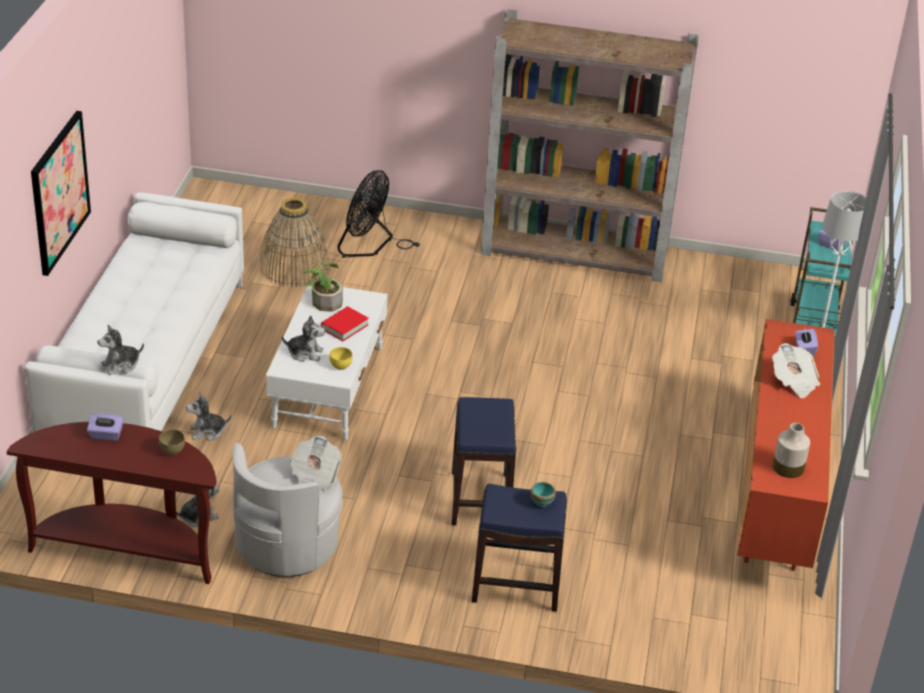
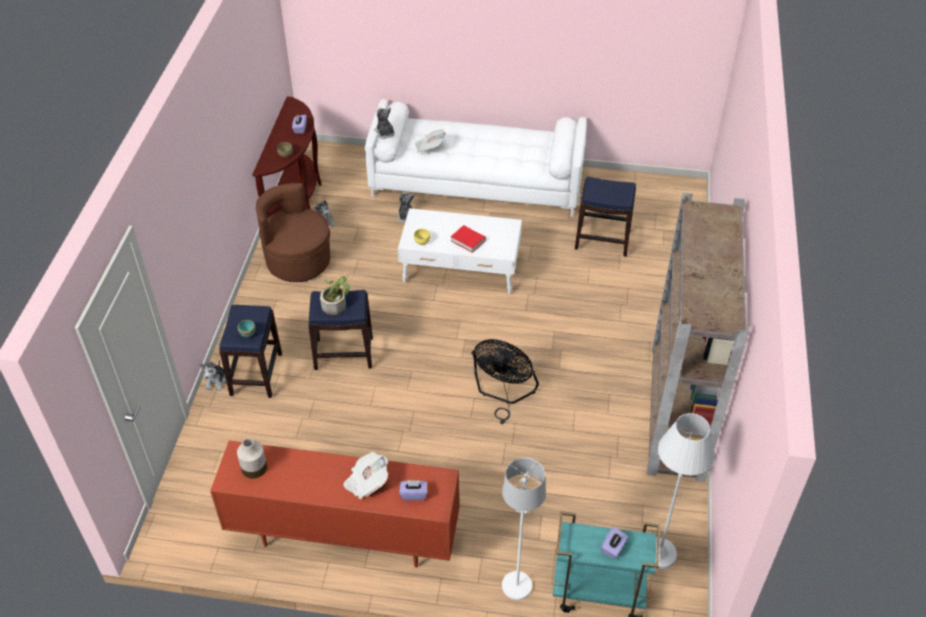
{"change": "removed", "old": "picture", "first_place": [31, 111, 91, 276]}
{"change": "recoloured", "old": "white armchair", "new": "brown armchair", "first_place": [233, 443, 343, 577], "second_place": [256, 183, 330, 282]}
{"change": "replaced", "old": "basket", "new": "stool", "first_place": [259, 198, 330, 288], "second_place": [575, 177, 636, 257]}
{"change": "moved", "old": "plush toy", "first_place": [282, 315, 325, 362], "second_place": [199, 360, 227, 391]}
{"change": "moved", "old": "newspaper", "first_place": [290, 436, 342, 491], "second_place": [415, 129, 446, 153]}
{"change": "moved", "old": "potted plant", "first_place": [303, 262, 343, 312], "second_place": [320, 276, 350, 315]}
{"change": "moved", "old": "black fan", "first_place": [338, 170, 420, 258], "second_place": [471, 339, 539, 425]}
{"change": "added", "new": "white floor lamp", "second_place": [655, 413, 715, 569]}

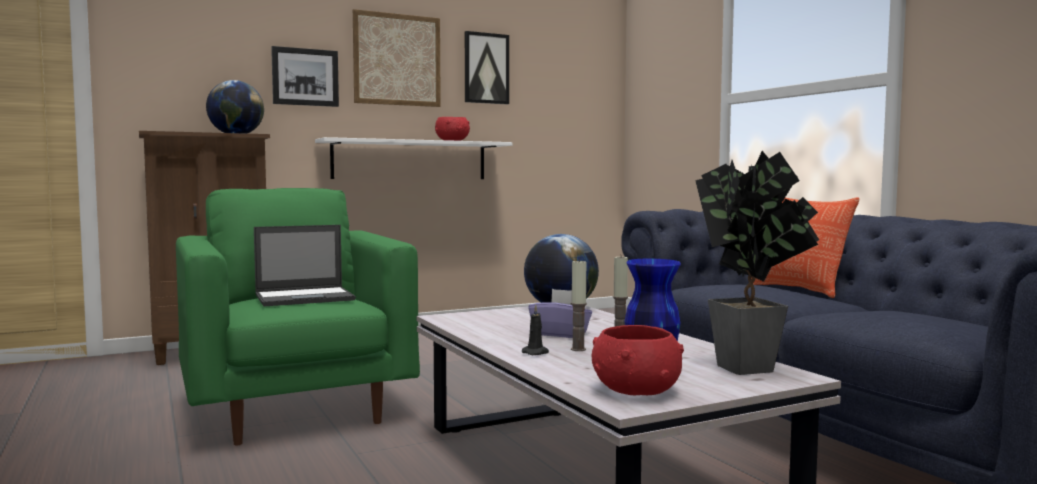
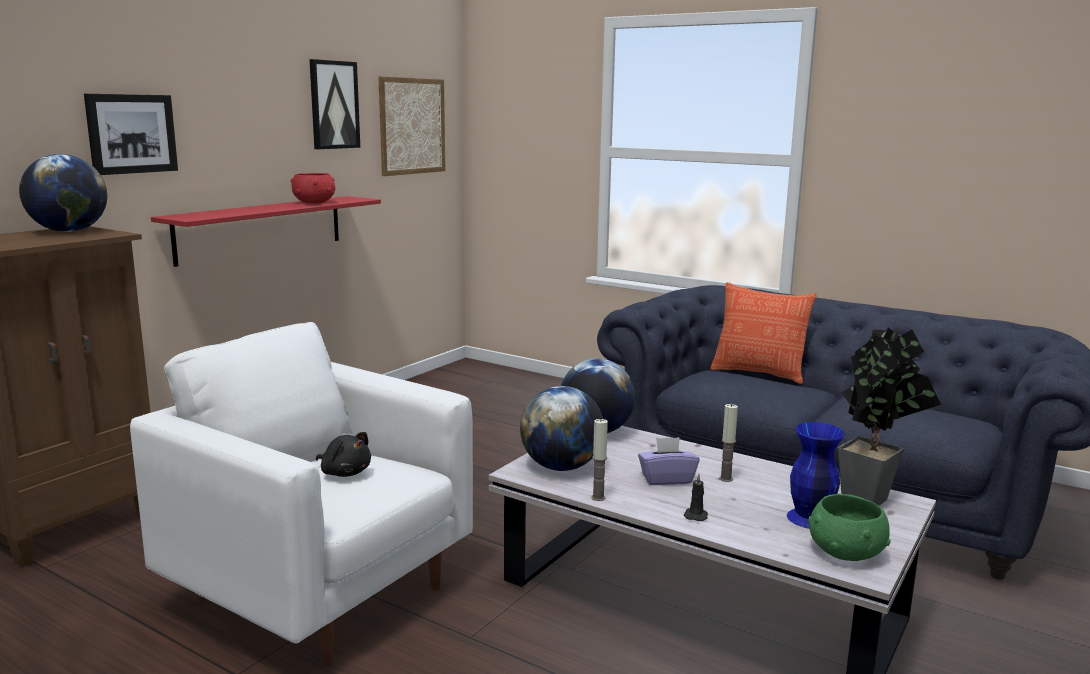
{"change": "recoloured", "old": "green armchair", "new": "white armchair", "first_place": [176, 188, 420, 445], "second_place": [130, 322, 473, 666]}
{"change": "replaced", "old": "laptop", "new": "black plush toy", "first_place": [254, 225, 356, 306], "second_place": [316, 432, 371, 477]}
{"change": "recoloured", "old": "white shelf", "new": "red shelf", "first_place": [315, 137, 512, 179], "second_place": [151, 196, 381, 267]}
{"change": "moved", "old": "picture", "first_place": [353, 9, 441, 107], "second_place": [378, 75, 446, 176]}
{"change": "moved", "old": "candle", "first_place": [571, 260, 587, 351], "second_place": [591, 419, 608, 501]}
{"change": "recoloured", "old": "red bowl", "new": "green bowl", "first_place": [592, 325, 684, 395], "second_place": [808, 494, 891, 561]}
{"change": "added", "new": "globe", "second_place": [520, 386, 603, 471]}

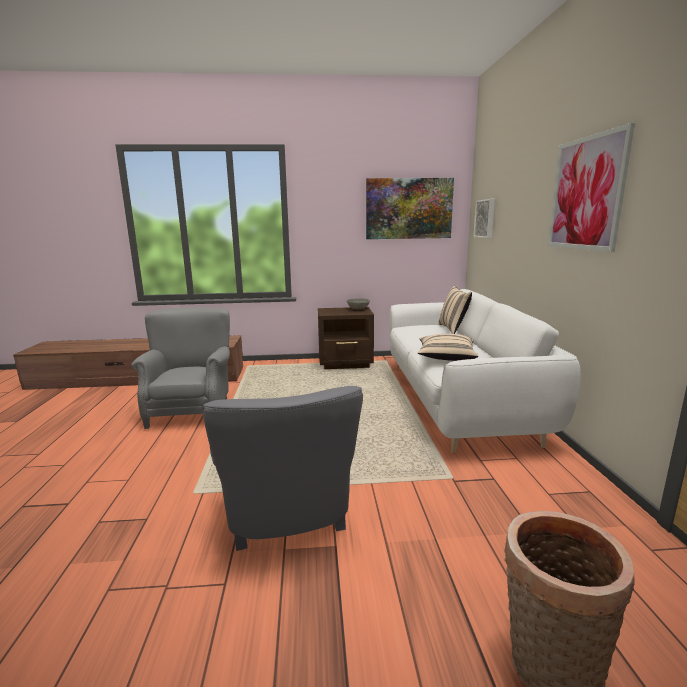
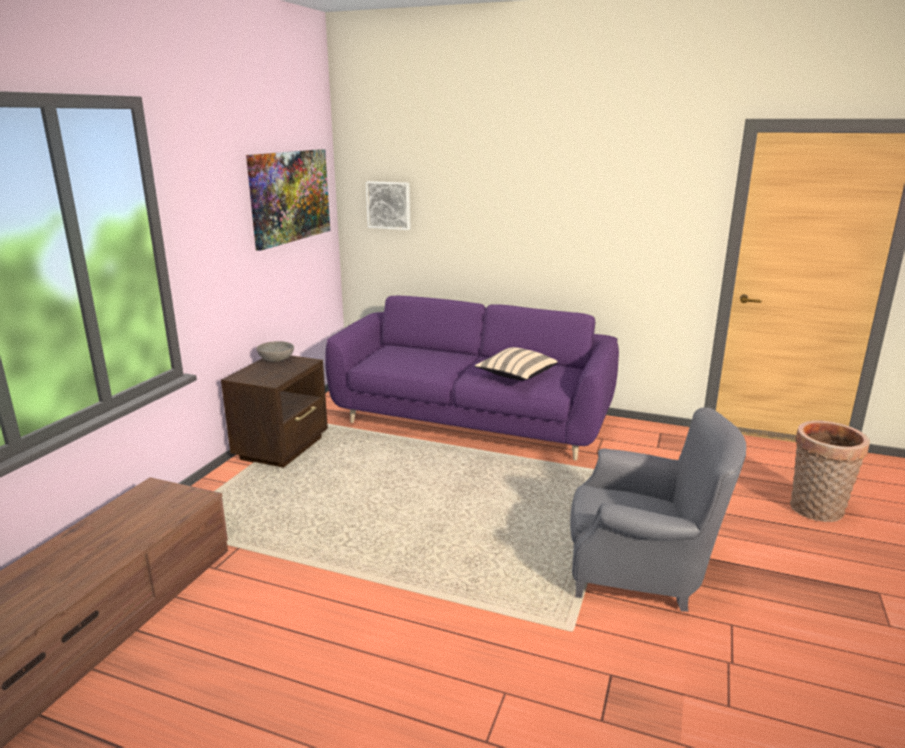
{"change": "removed", "old": "grey armchair", "first_place": [131, 307, 230, 429]}
{"change": "recoloured", "old": "white sofa", "new": "purple sofa", "first_place": [389, 289, 581, 453], "second_place": [325, 296, 619, 460]}
{"change": "removed", "old": "beige pillow", "first_place": [438, 286, 472, 334]}
{"change": "removed", "old": "picture", "first_place": [548, 123, 635, 252]}

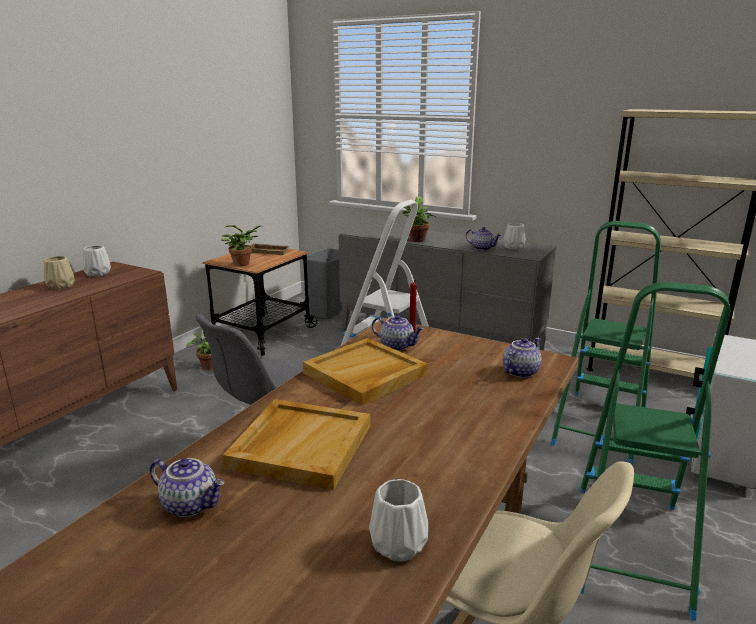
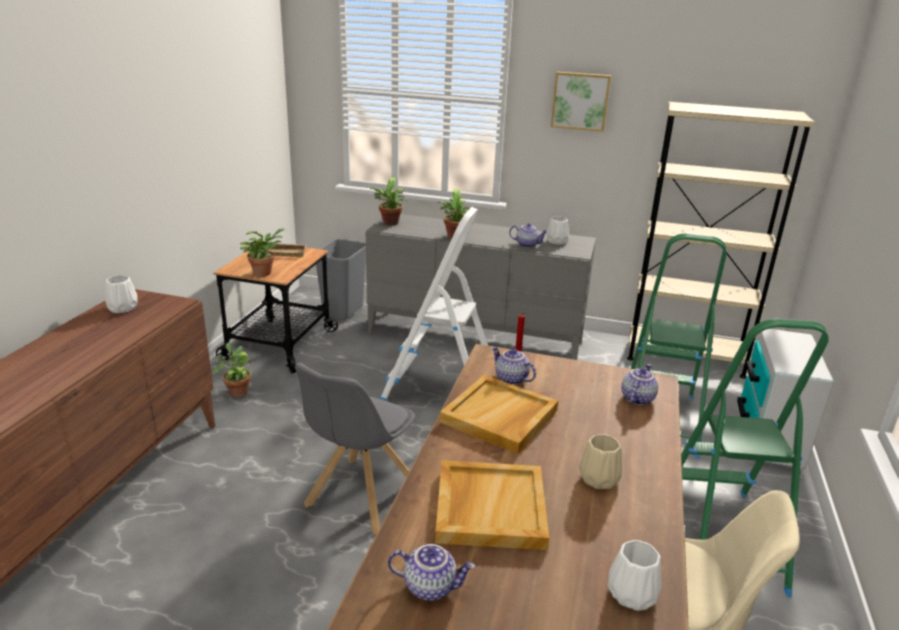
{"change": "moved", "old": "beige vase", "first_place": [44, 256, 75, 289], "second_place": [579, 434, 622, 489]}
{"change": "turned", "old": "teapot", "first_place": [372, 315, 424, 351], "second_place": [491, 347, 536, 385], "degrees": -150}
{"change": "added", "new": "potted plant", "second_place": [370, 178, 407, 225]}
{"change": "added", "new": "picture", "second_place": [551, 72, 611, 132]}

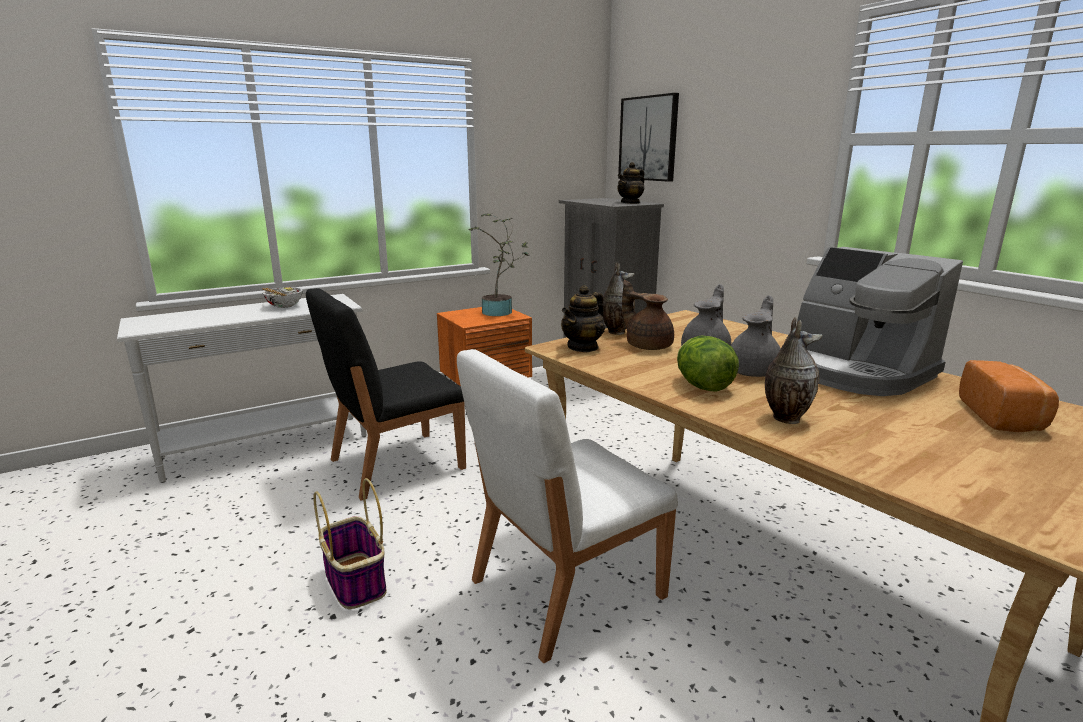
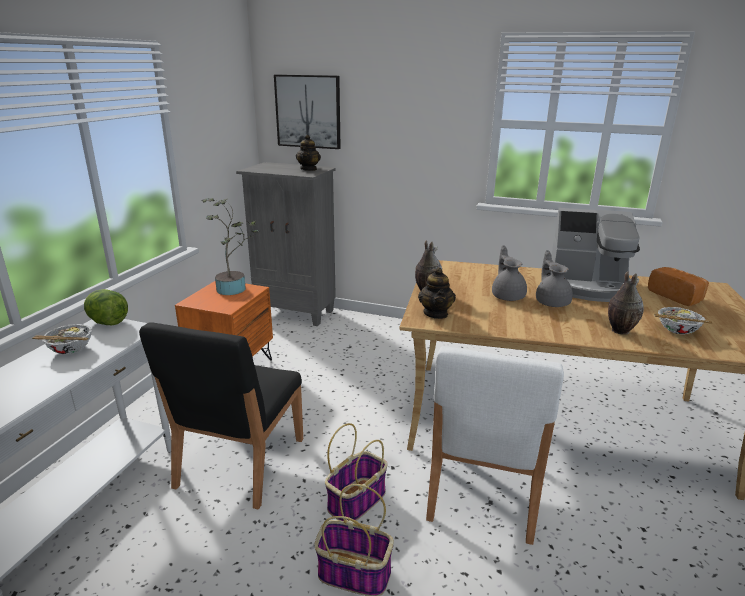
{"change": "removed", "old": "brown teapot", "first_place": [622, 280, 674, 350]}
{"change": "moved", "old": "lettuce", "first_place": [677, 336, 739, 392], "second_place": [84, 289, 128, 325]}
{"change": "added", "new": "basket", "second_place": [325, 423, 388, 521]}
{"change": "added", "new": "bowl", "second_place": [654, 307, 712, 335]}

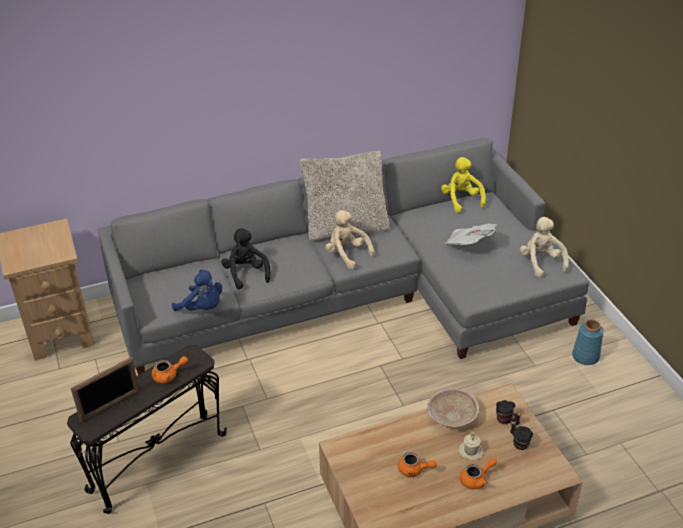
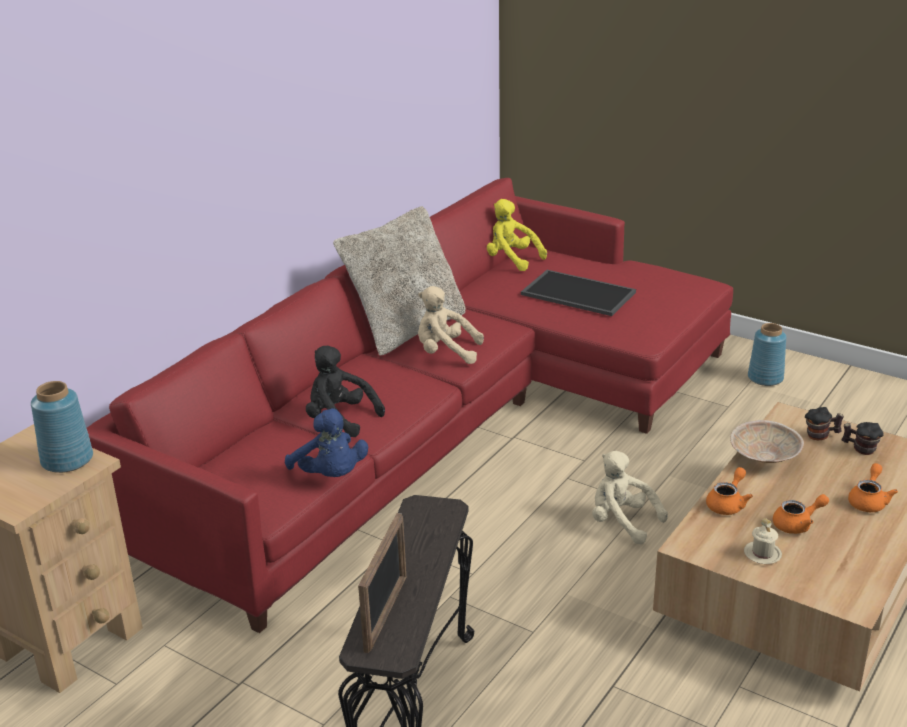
{"change": "recoloured", "old": "grey sofa", "new": "red sofa", "first_place": [98, 138, 589, 375], "second_place": [86, 178, 733, 633]}
{"change": "moved", "old": "orange teapot", "first_place": [152, 356, 188, 383], "second_place": [706, 467, 753, 515]}
{"change": "turned", "old": "blue plush toy", "first_place": [172, 270, 222, 311], "second_place": [285, 408, 368, 477], "degrees": 60}
{"change": "replaced", "old": "newspaper", "new": "tray", "first_place": [444, 224, 497, 245], "second_place": [521, 270, 636, 316]}
{"change": "moved", "old": "beige mug", "first_place": [459, 431, 483, 460], "second_place": [744, 518, 782, 564]}
{"change": "moved", "old": "beige plush toy", "first_place": [520, 217, 569, 277], "second_place": [592, 451, 668, 544]}
{"change": "added", "new": "blue vase", "second_place": [31, 381, 93, 473]}

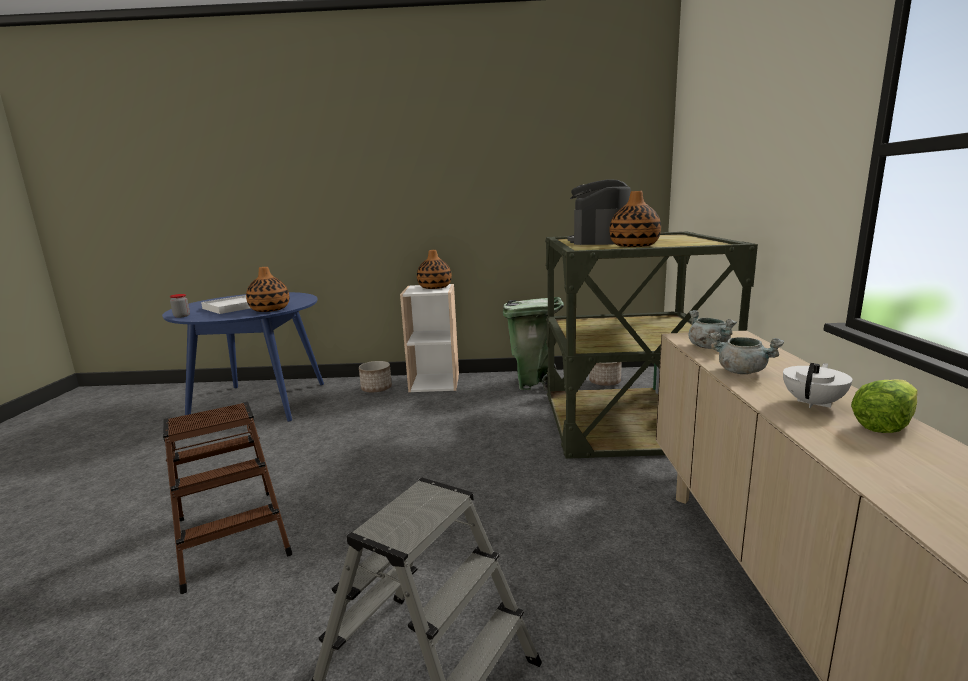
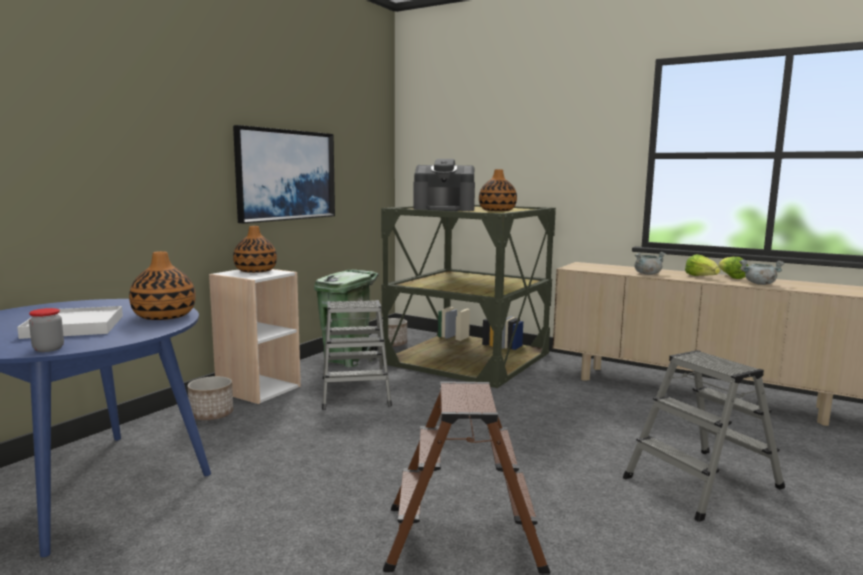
{"change": "turned", "old": "coffee machine", "first_place": [568, 179, 631, 245], "second_place": [413, 159, 475, 211], "degrees": -45}
{"change": "moved", "old": "grey cooking pot", "first_place": [689, 310, 737, 349], "second_place": [739, 260, 784, 285]}
{"change": "replaced", "old": "white teapot", "new": "lettuce", "first_place": [783, 363, 852, 408], "second_place": [685, 254, 720, 276]}
{"change": "added", "new": "picture", "second_place": [233, 125, 335, 224]}
{"change": "added", "new": "grey step ladder", "second_place": [322, 300, 392, 410]}

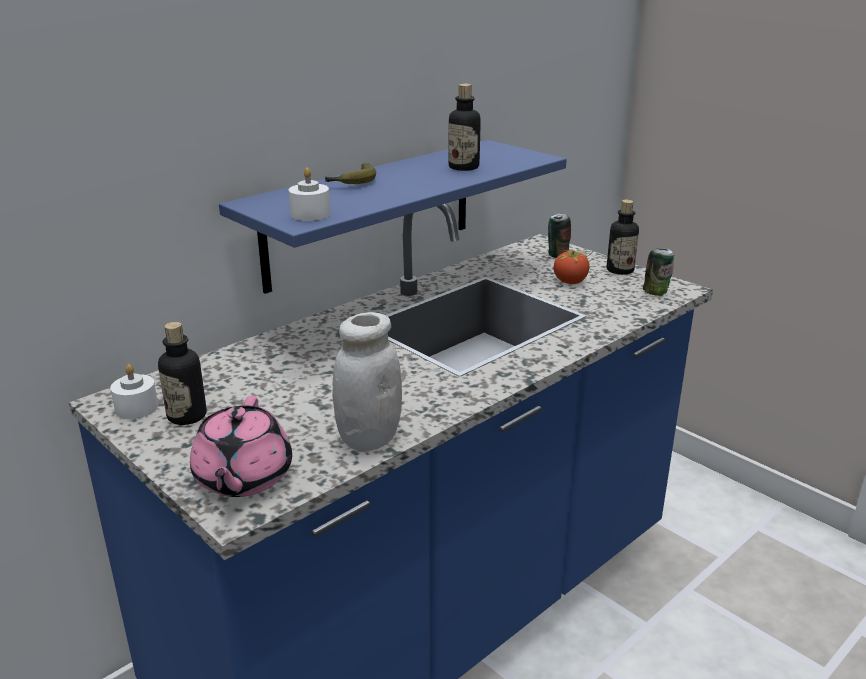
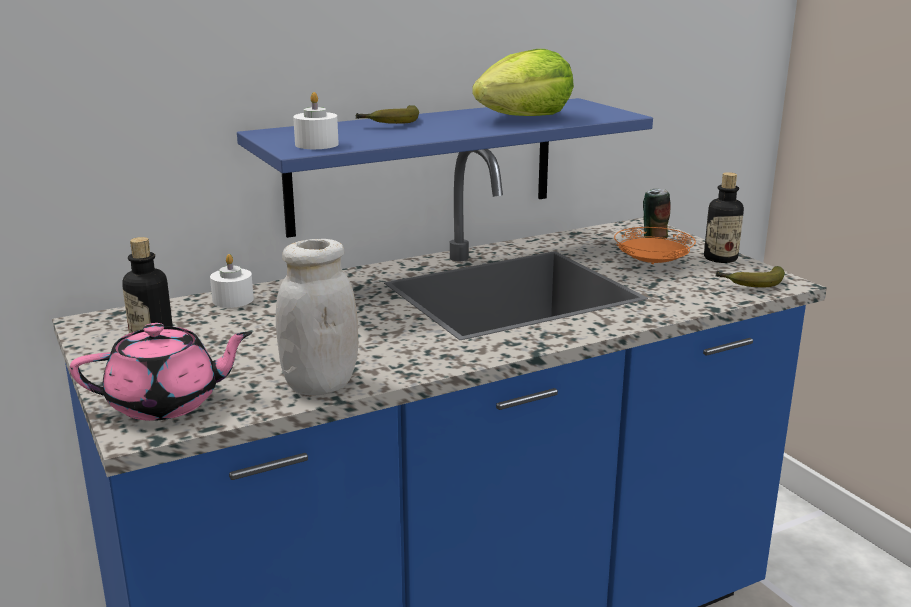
{"change": "moved", "old": "white candle", "first_place": [110, 364, 158, 419], "second_place": [210, 254, 254, 308]}
{"change": "turned", "old": "pink teapot", "first_place": [190, 396, 292, 497], "second_place": [70, 323, 252, 421], "degrees": -120}
{"change": "replaced", "old": "bottle", "new": "lettuce", "first_place": [448, 84, 481, 171], "second_place": [472, 49, 574, 116]}
{"change": "replaced", "old": "tomato", "new": "orange plate", "first_place": [554, 249, 593, 284], "second_place": [614, 227, 696, 264]}
{"change": "replaced", "old": "can", "new": "banana", "first_place": [643, 248, 674, 296], "second_place": [715, 266, 785, 287]}

